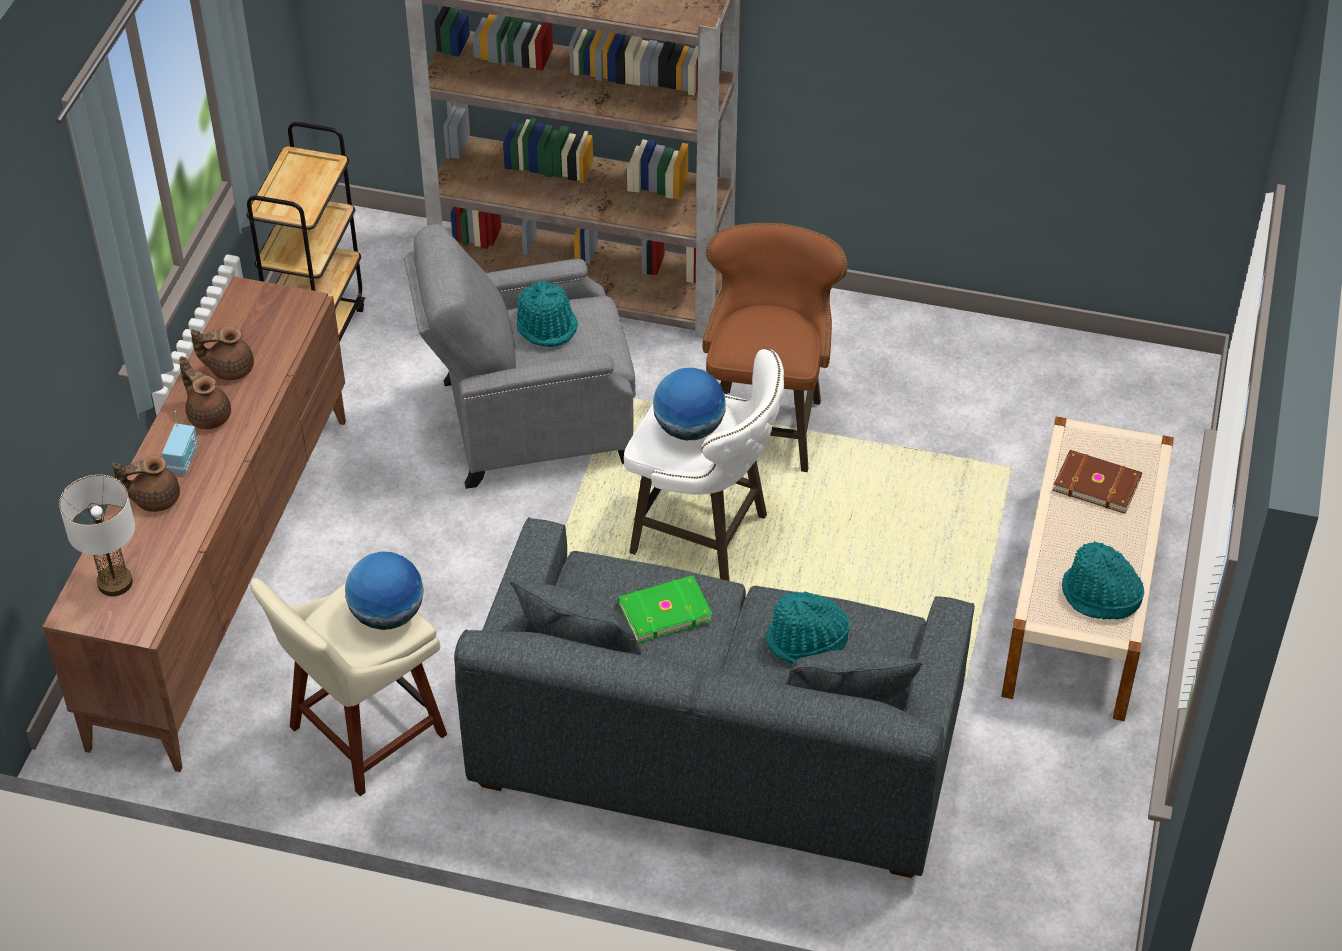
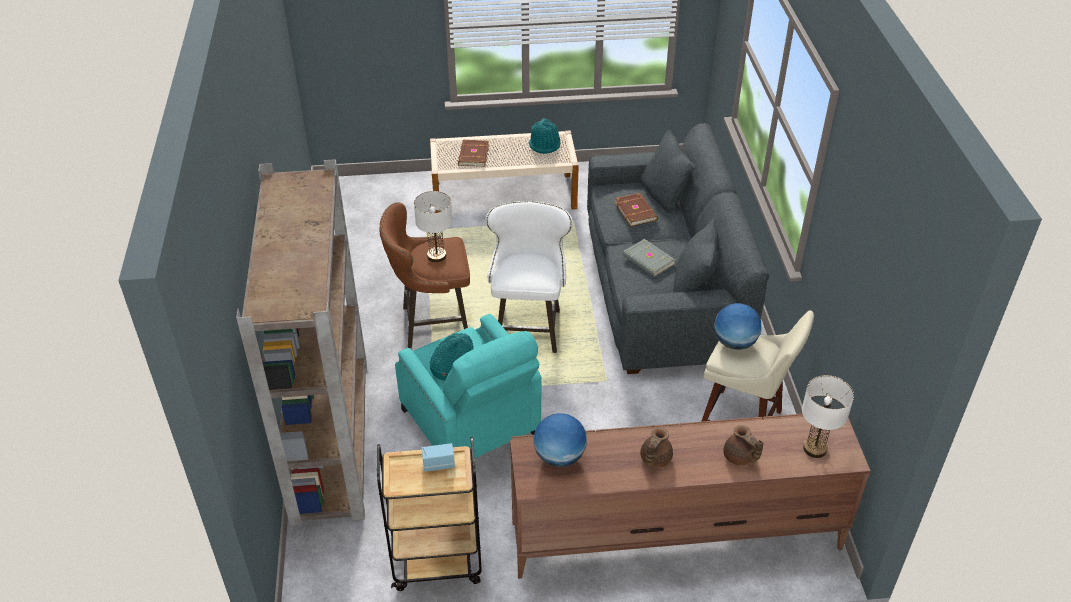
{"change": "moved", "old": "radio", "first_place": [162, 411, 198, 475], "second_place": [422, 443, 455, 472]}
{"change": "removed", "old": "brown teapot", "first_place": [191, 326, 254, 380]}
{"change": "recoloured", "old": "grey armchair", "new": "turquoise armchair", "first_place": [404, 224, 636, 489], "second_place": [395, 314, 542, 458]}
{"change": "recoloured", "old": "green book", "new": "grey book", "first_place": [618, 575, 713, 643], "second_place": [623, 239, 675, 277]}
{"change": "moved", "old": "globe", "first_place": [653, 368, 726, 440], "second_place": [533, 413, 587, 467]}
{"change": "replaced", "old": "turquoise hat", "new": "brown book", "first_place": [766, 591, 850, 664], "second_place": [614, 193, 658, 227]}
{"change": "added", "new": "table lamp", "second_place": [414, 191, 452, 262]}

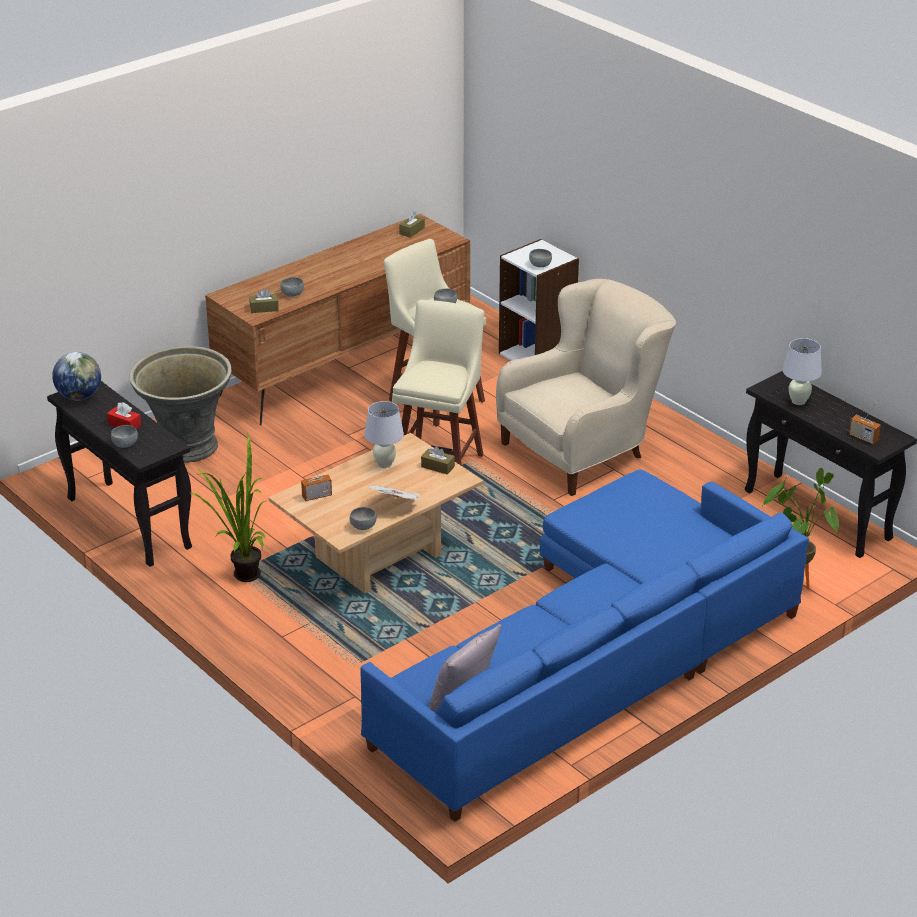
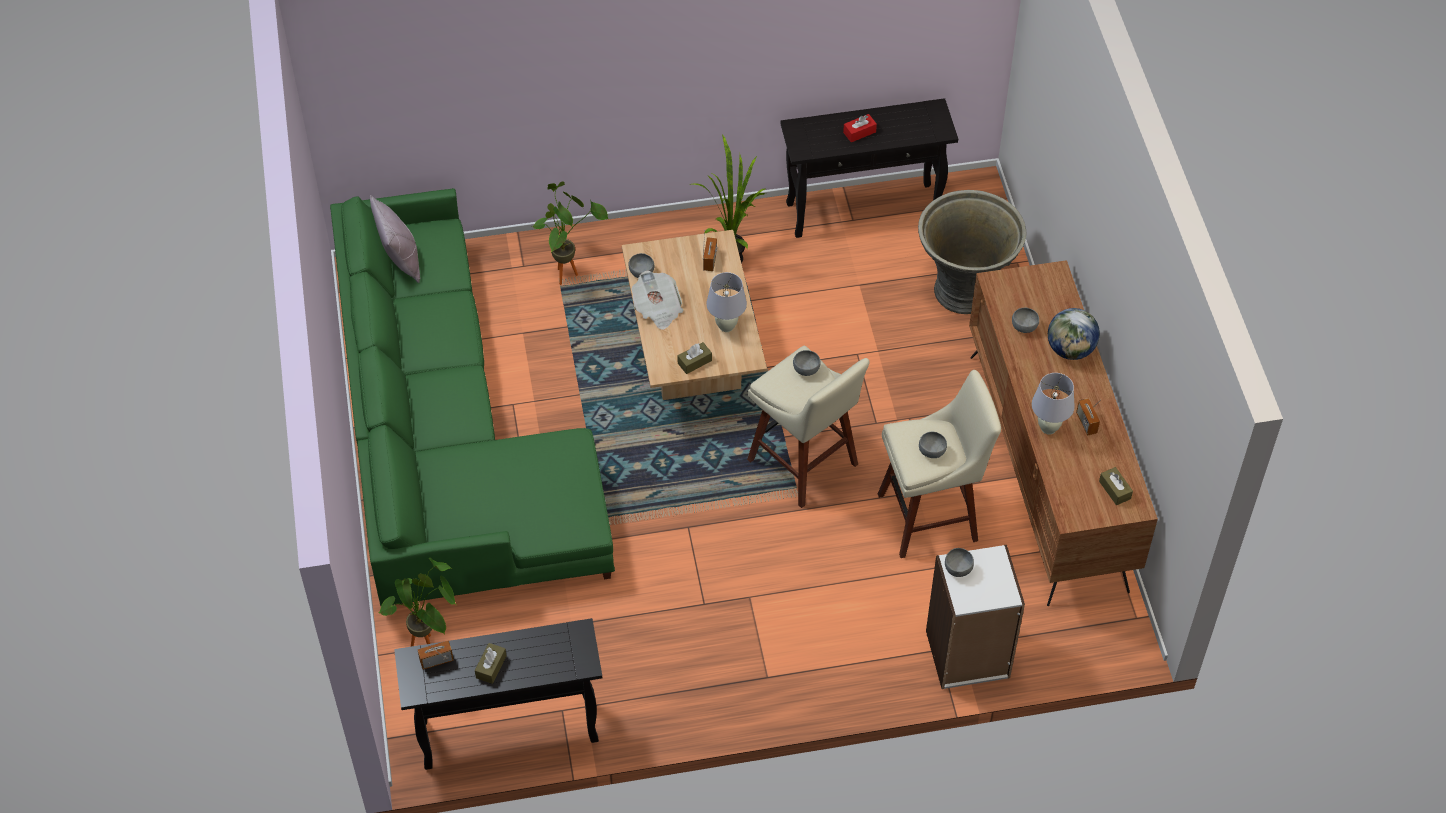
{"change": "moved", "old": "globe", "first_place": [52, 352, 101, 400], "second_place": [1048, 308, 1100, 360]}
{"change": "moved", "old": "grey bowl", "first_place": [111, 425, 138, 448], "second_place": [793, 350, 821, 376]}
{"change": "moved", "old": "brown tissue box", "first_place": [249, 288, 279, 313], "second_place": [475, 643, 506, 684]}
{"change": "recoloured", "old": "blue sofa", "new": "green sofa", "first_place": [360, 469, 809, 822], "second_place": [330, 188, 615, 606]}
{"change": "removed", "old": "beige armchair", "first_place": [496, 279, 676, 496]}
{"change": "moved", "old": "white table lamp", "first_place": [783, 338, 822, 405], "second_place": [1032, 373, 1075, 435]}
{"change": "added", "new": "potted plant", "second_place": [532, 182, 609, 285]}
{"change": "added", "new": "radio", "second_place": [1076, 398, 1101, 436]}

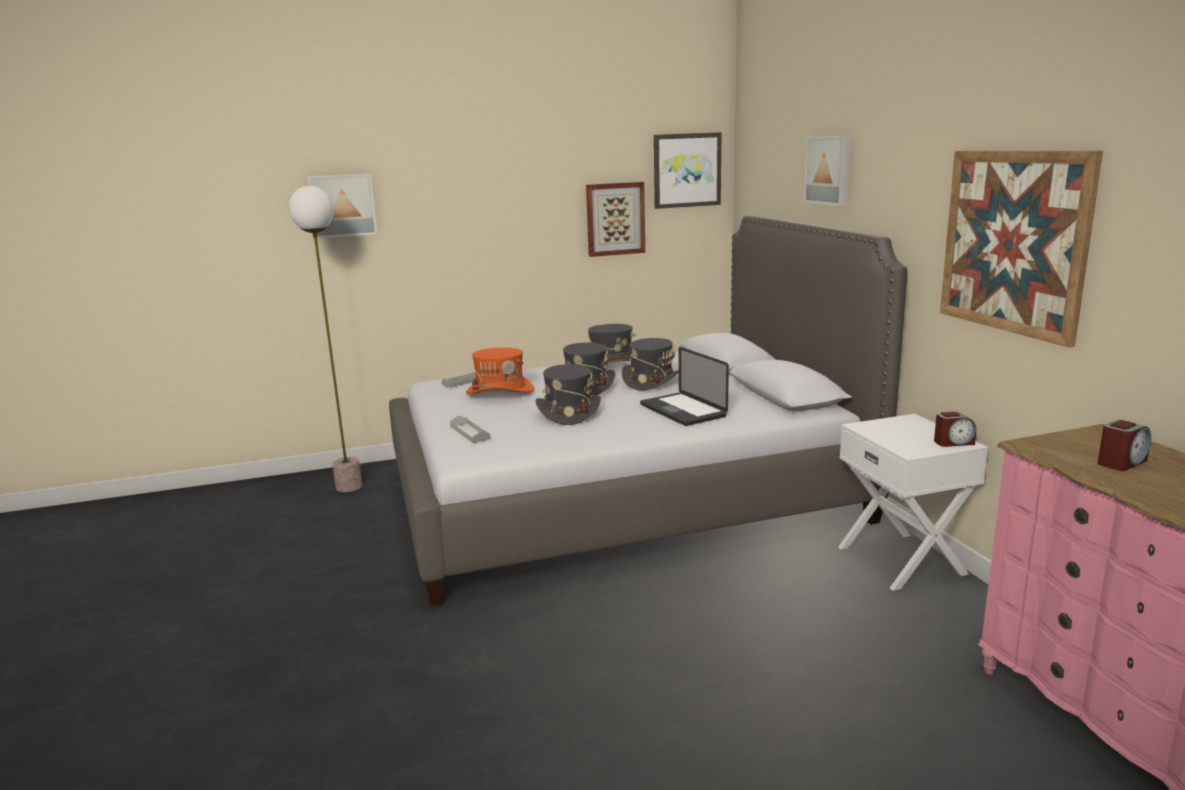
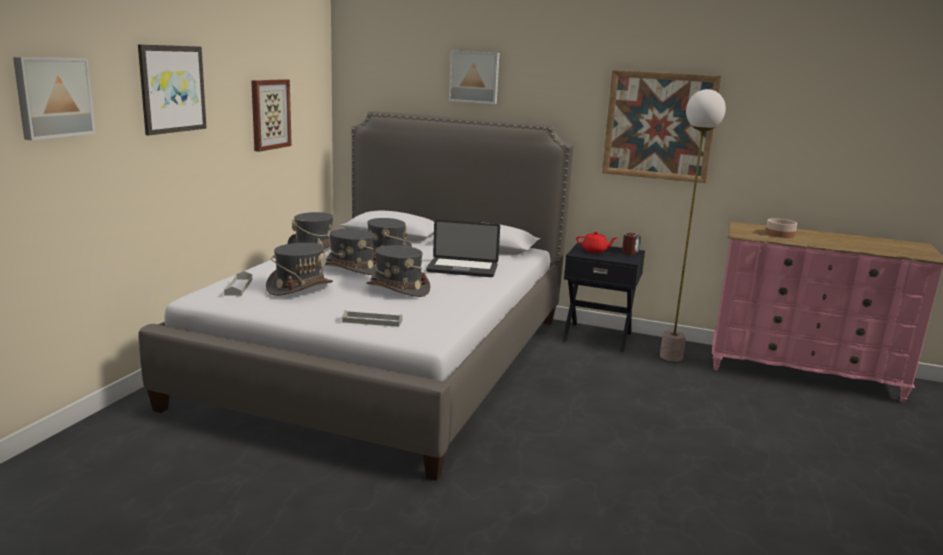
{"change": "moved", "old": "floor lamp", "first_place": [289, 186, 362, 492], "second_place": [660, 89, 726, 362]}
{"change": "recoloured", "old": "orange hat", "new": "grey hat", "first_place": [466, 347, 535, 394], "second_place": [266, 243, 333, 296]}
{"change": "moved", "old": "picture", "first_place": [654, 132, 721, 209], "second_place": [138, 44, 207, 135]}
{"change": "recoloured", "old": "white nightstand", "new": "black nightstand", "first_place": [838, 414, 988, 591], "second_place": [562, 242, 645, 352]}
{"change": "replaced", "old": "alarm clock", "new": "bowl", "first_place": [1098, 420, 1151, 471], "second_place": [765, 218, 797, 238]}
{"change": "added", "new": "red teapot", "second_place": [576, 231, 617, 253]}

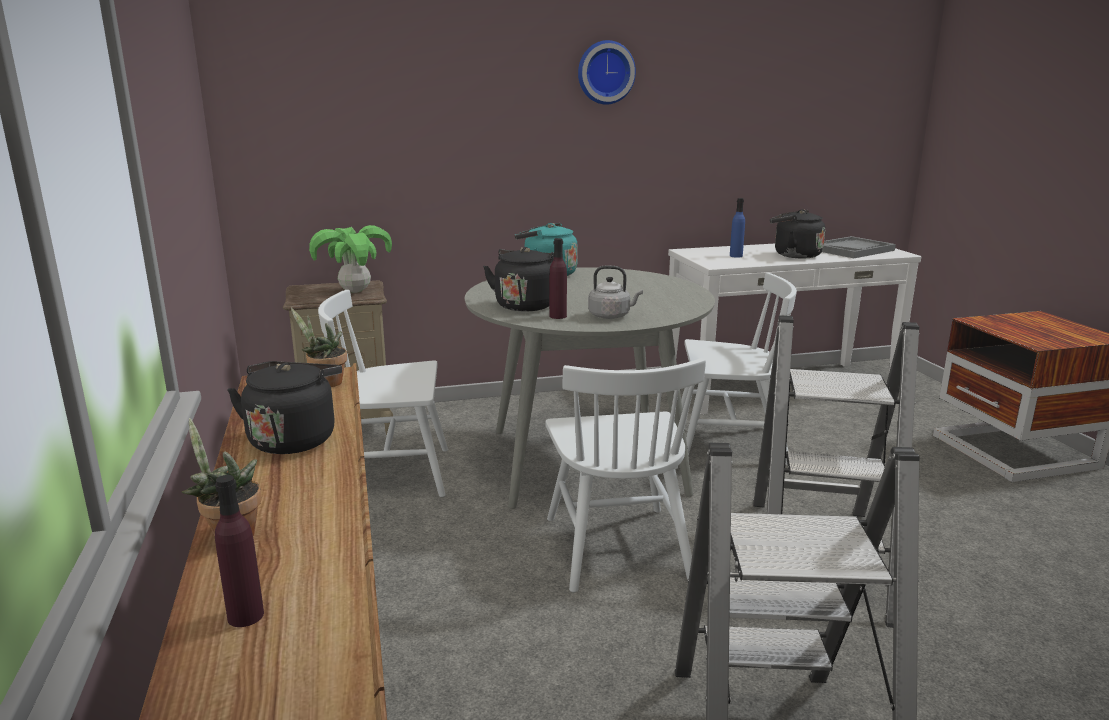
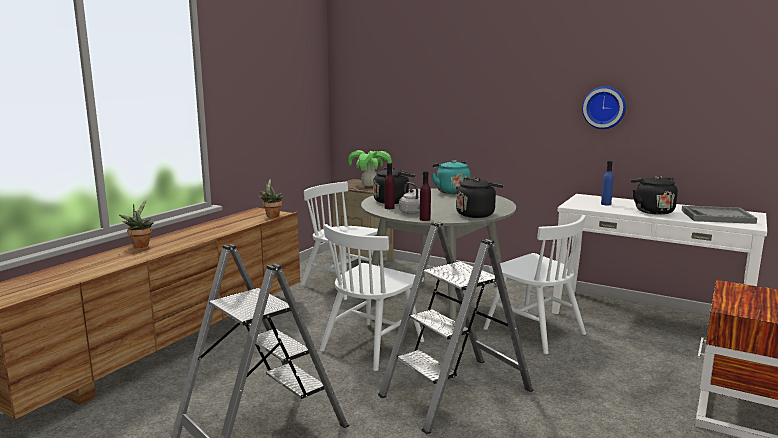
{"change": "moved", "old": "purple bottle", "first_place": [215, 475, 264, 627], "second_place": [420, 171, 431, 221]}
{"change": "moved", "old": "black kettle", "first_place": [227, 361, 342, 454], "second_place": [456, 177, 504, 218]}
{"change": "moved", "old": "wall clock", "first_place": [578, 40, 636, 105], "second_place": [582, 86, 626, 129]}

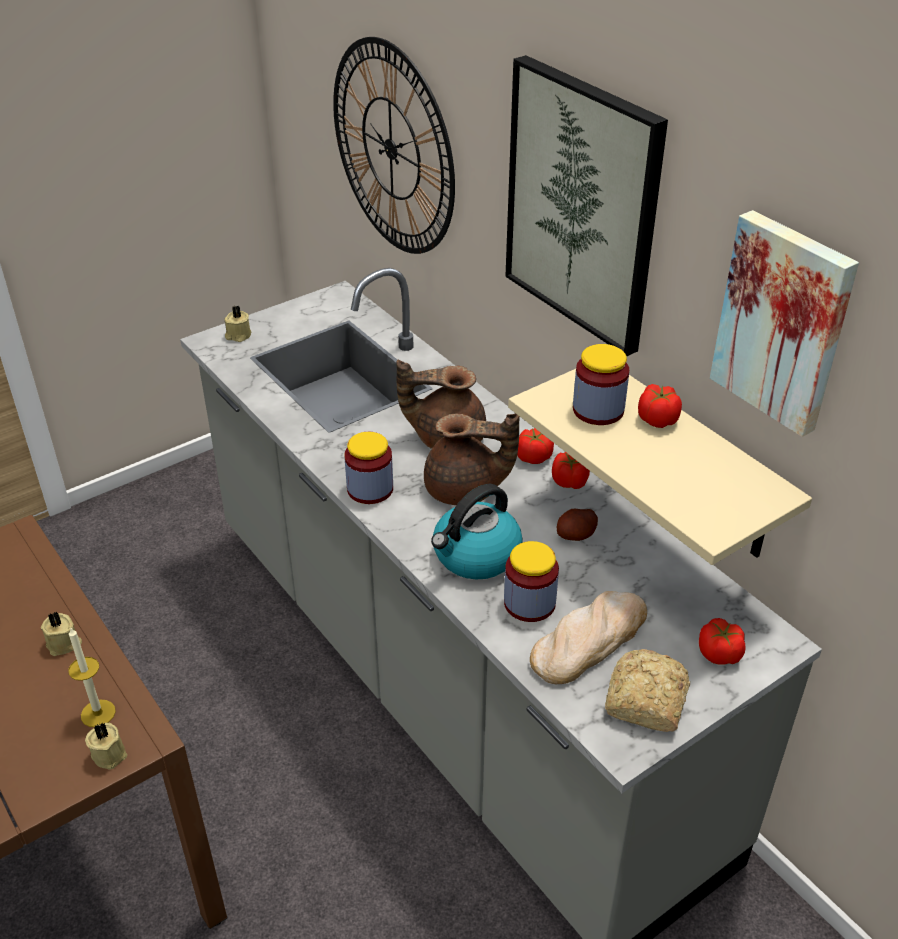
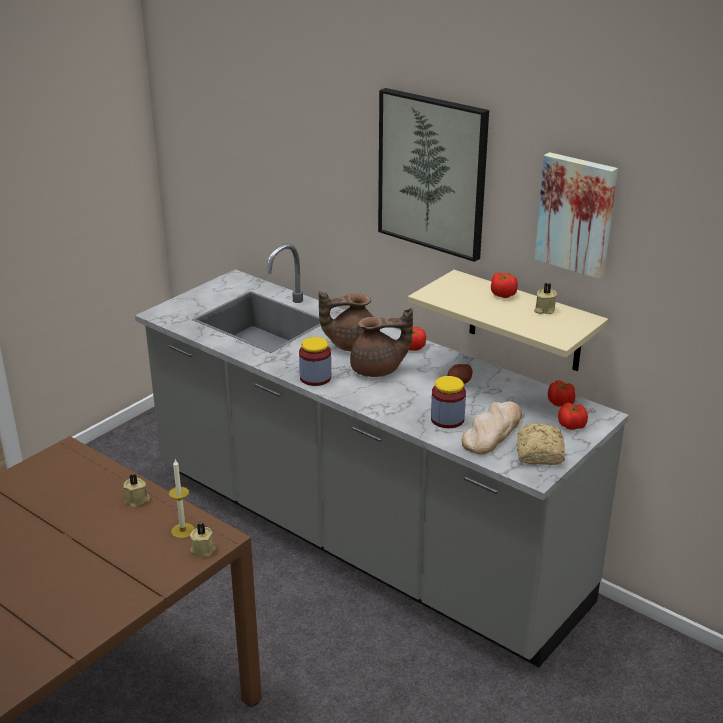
{"change": "moved", "old": "beige candle", "first_place": [224, 306, 252, 342], "second_place": [534, 283, 557, 314]}
{"change": "removed", "old": "wall clock", "first_place": [333, 37, 455, 254]}
{"change": "removed", "old": "kettle", "first_place": [431, 484, 523, 580]}
{"change": "moved", "old": "tomato", "first_place": [552, 452, 590, 489], "second_place": [548, 380, 575, 407]}
{"change": "removed", "old": "jar", "first_place": [573, 344, 629, 425]}

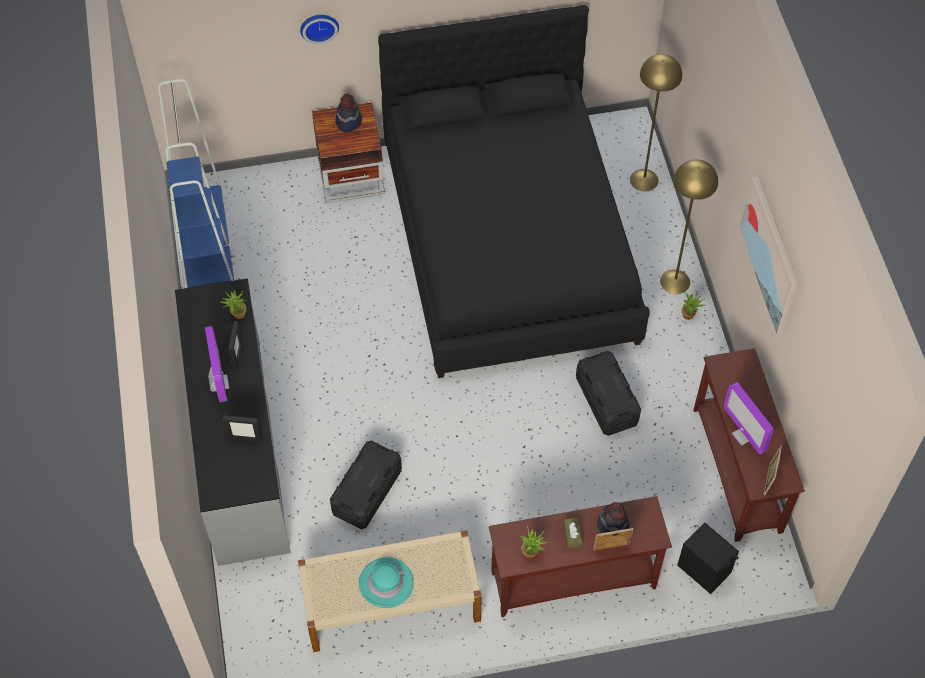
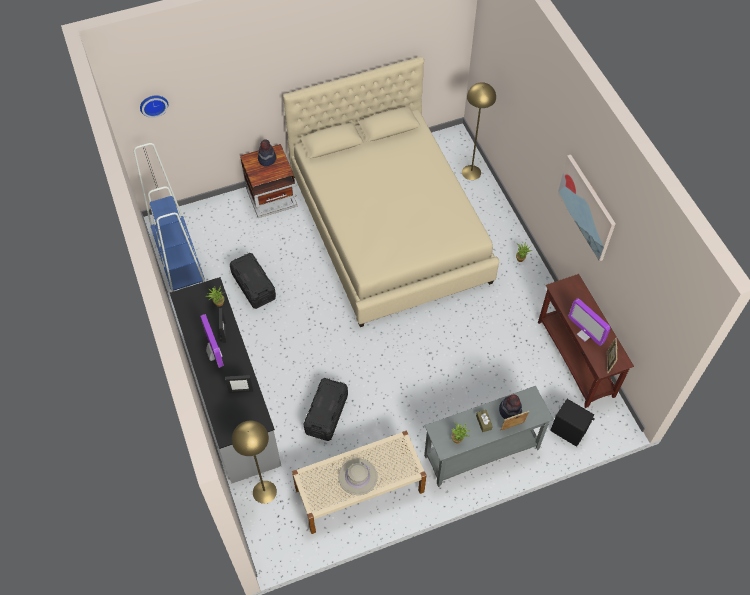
{"change": "moved", "old": "wall clock", "first_place": [300, 15, 339, 44], "second_place": [140, 95, 168, 118]}
{"change": "recoloured", "old": "turquoise hat", "new": "beige hat", "first_place": [359, 557, 414, 608], "second_place": [338, 458, 377, 495]}
{"change": "recoloured", "old": "black bed", "new": "beige bed", "first_place": [378, 5, 650, 378], "second_place": [283, 57, 499, 327]}
{"change": "recoloured", "old": "brown console table", "new": "grey console table", "first_place": [489, 496, 672, 617], "second_place": [424, 386, 553, 487]}
{"change": "moved", "old": "black storage box", "first_place": [576, 351, 641, 436], "second_place": [230, 253, 276, 309]}
{"change": "moved", "old": "yellow floor lamp", "first_place": [660, 160, 718, 294], "second_place": [232, 421, 277, 504]}

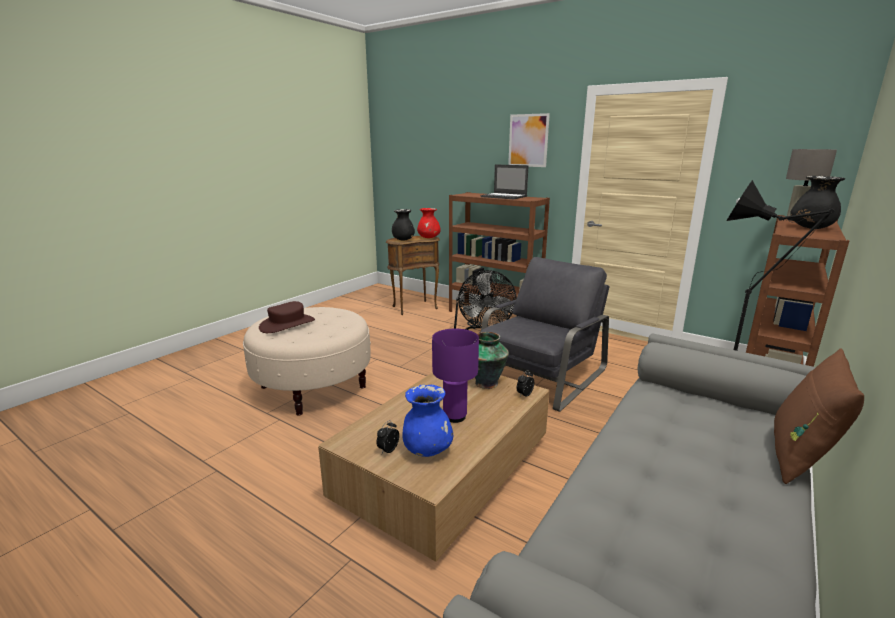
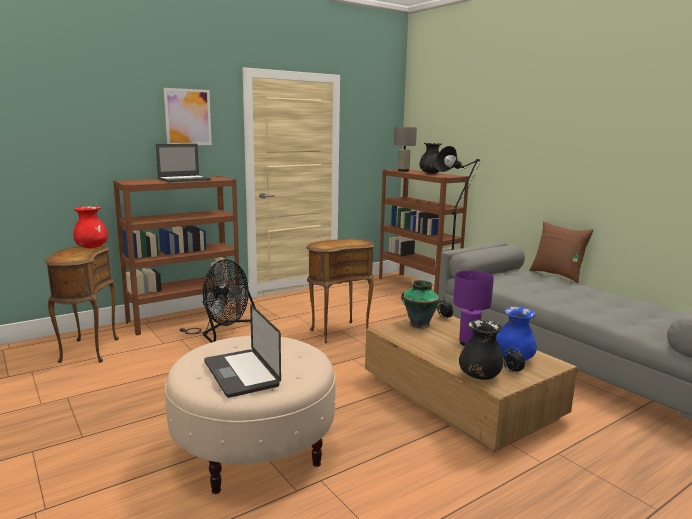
{"change": "replaced", "old": "brown hat", "new": "laptop", "first_place": [259, 301, 315, 333], "second_place": [204, 304, 281, 398]}
{"change": "moved", "old": "black vase", "first_place": [392, 209, 415, 241], "second_place": [459, 320, 503, 380]}
{"change": "replaced", "old": "grey armchair", "new": "brown side table", "first_place": [480, 257, 609, 412], "second_place": [307, 239, 375, 343]}

